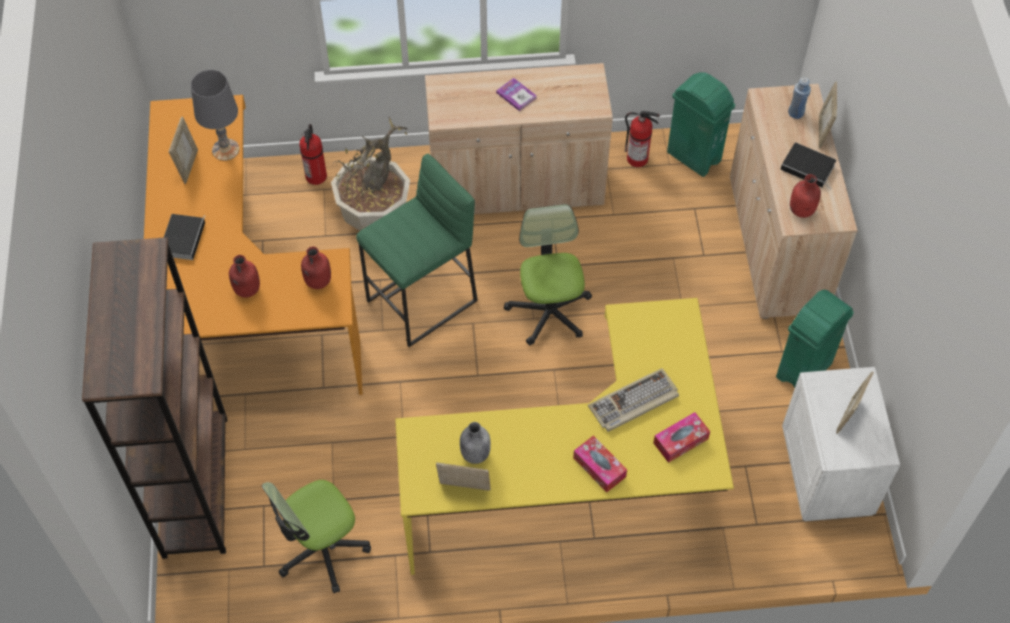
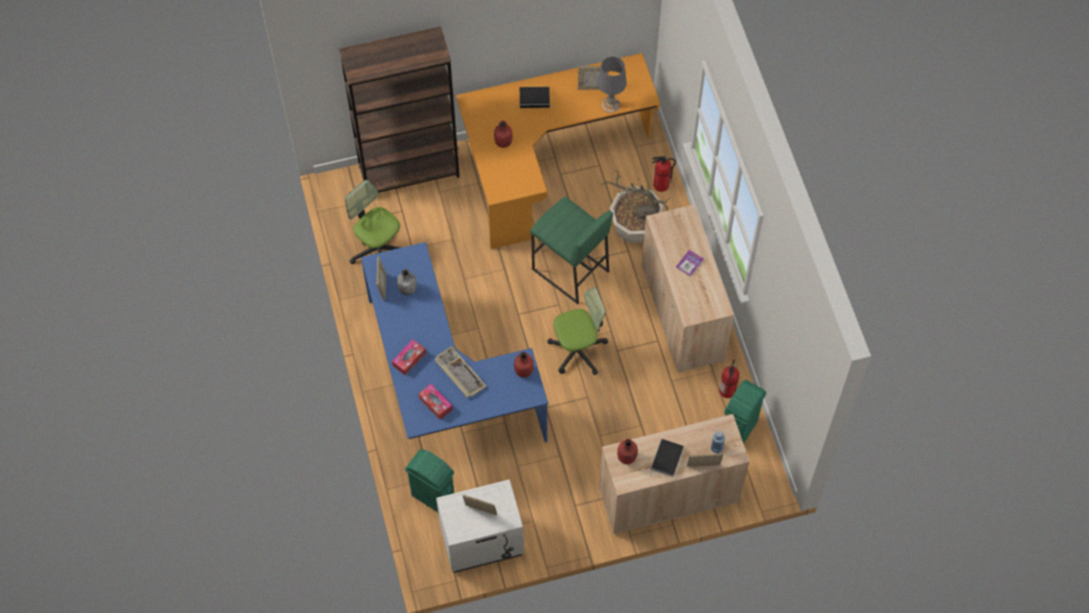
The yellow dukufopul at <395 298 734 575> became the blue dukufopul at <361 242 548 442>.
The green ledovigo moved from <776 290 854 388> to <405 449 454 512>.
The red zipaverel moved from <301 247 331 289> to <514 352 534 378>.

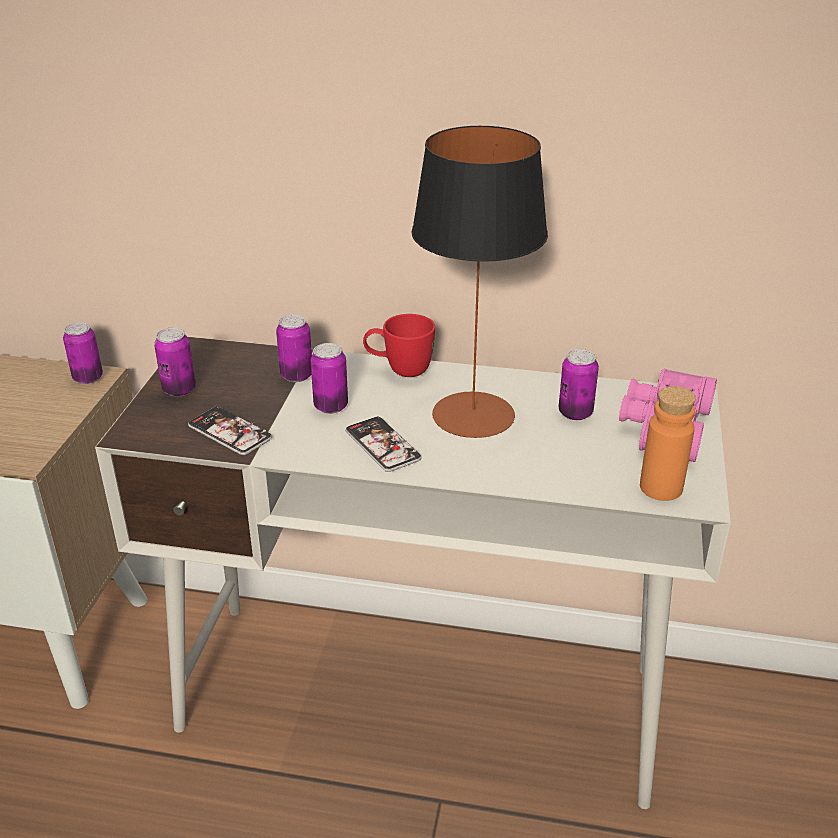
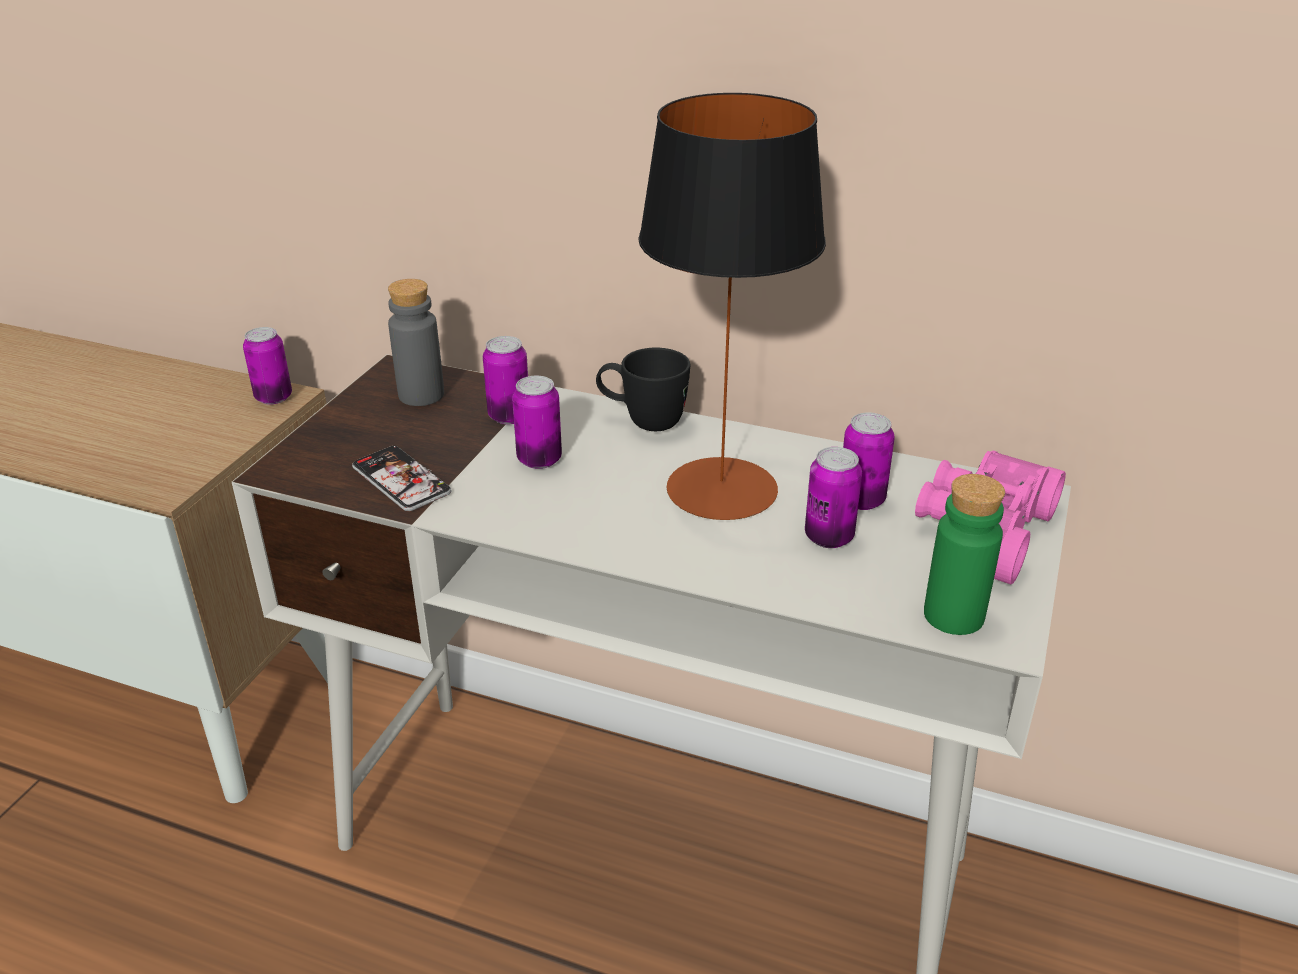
The grey zipaverel at <388 279 444 406> appeared.
The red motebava at <363 314 435 377> became the black motebava at <596 348 690 431>.
The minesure moved from <154 327 196 397> to <805 447 862 548>.
The orange zipaverel at <640 386 696 501> became the green zipaverel at <924 474 1005 635>.
The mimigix at <346 416 422 472> disappeared.

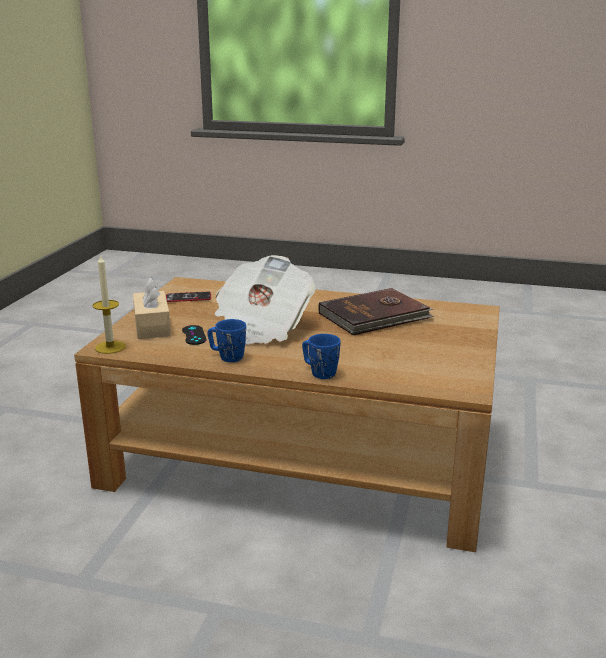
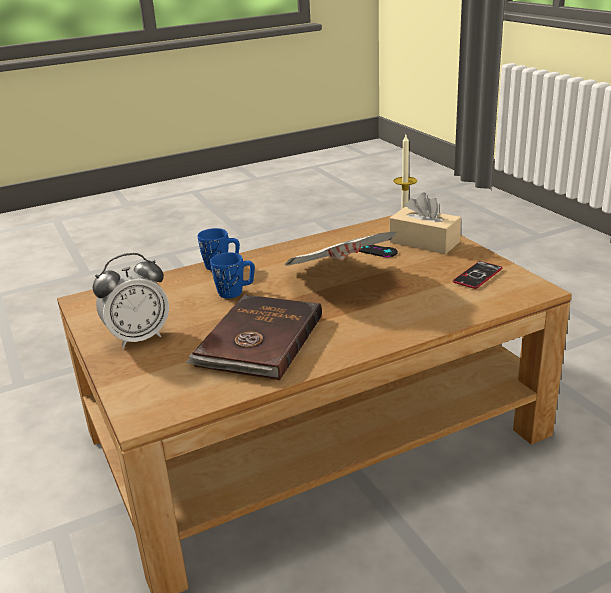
The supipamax at <92 253 169 348> appeared.
The blue motebava moved from <207 319 246 362> to <210 252 255 299>.

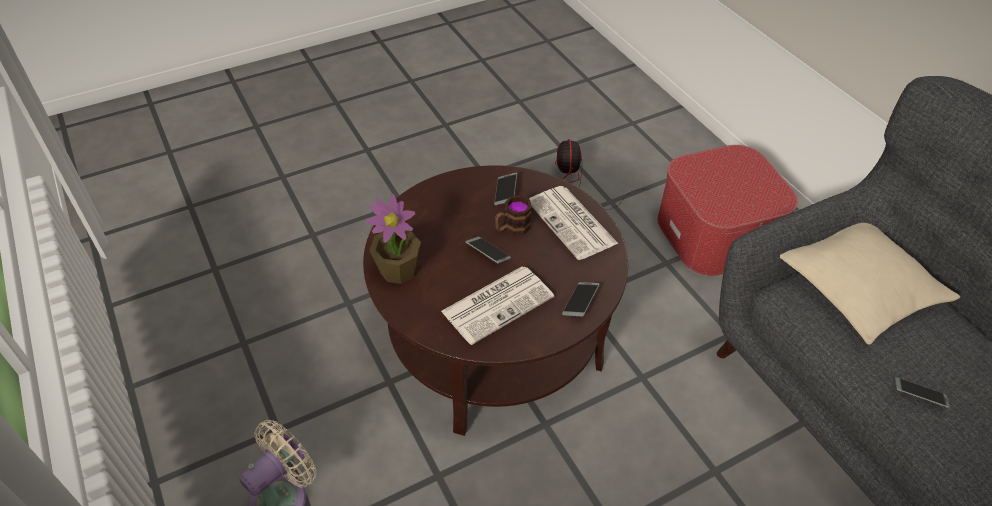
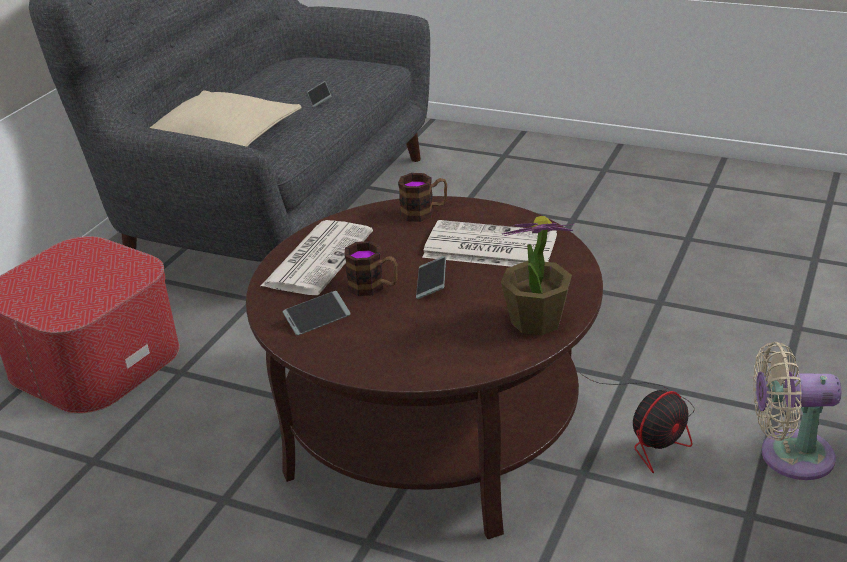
The mimigix at <562 282 600 316> was replaced by the motebava at <398 173 447 222>.
The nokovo moved from <555 139 640 209> to <580 373 695 473>.

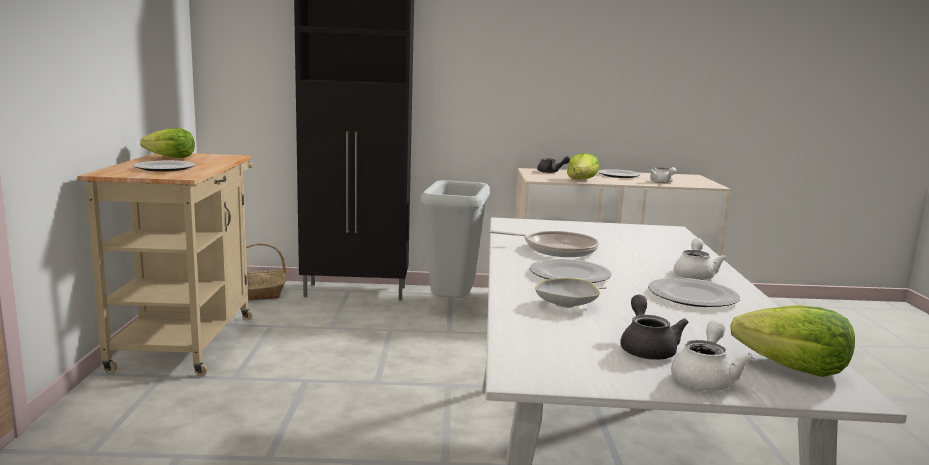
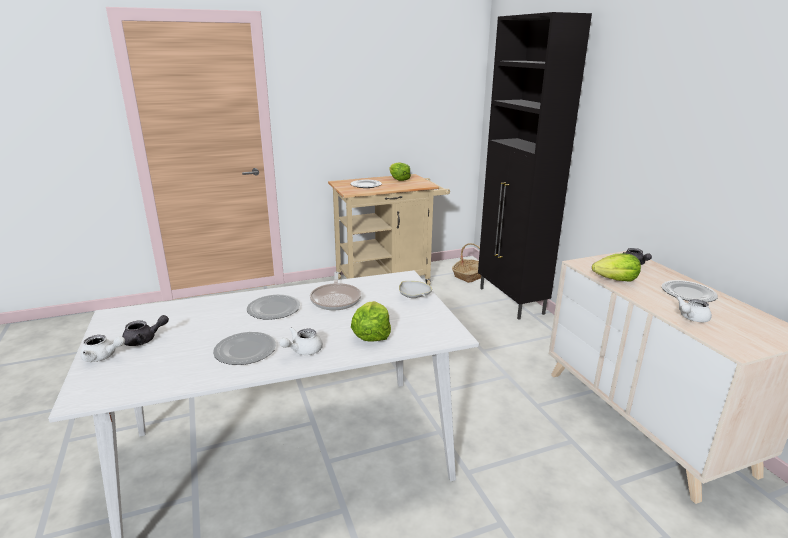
The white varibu at <674 238 727 280> turned 135 degrees clockwise.
The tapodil moved from <730 305 855 377> to <351 301 391 342>.
The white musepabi moved from <535 278 607 308> to <399 281 432 298>.
The grey ledovigo at <421 180 490 298> disappeared.

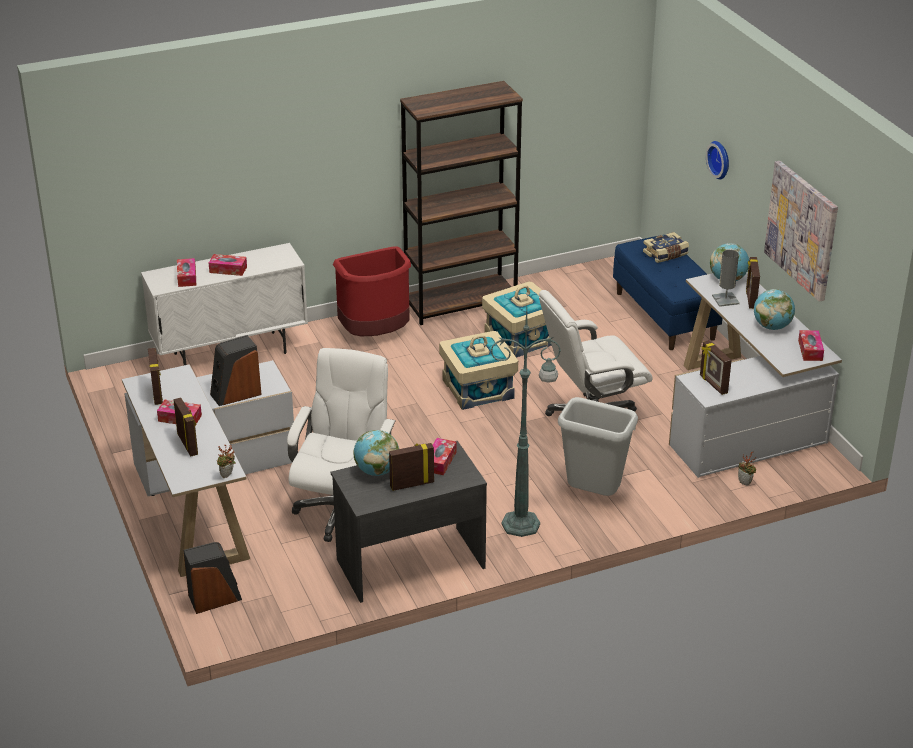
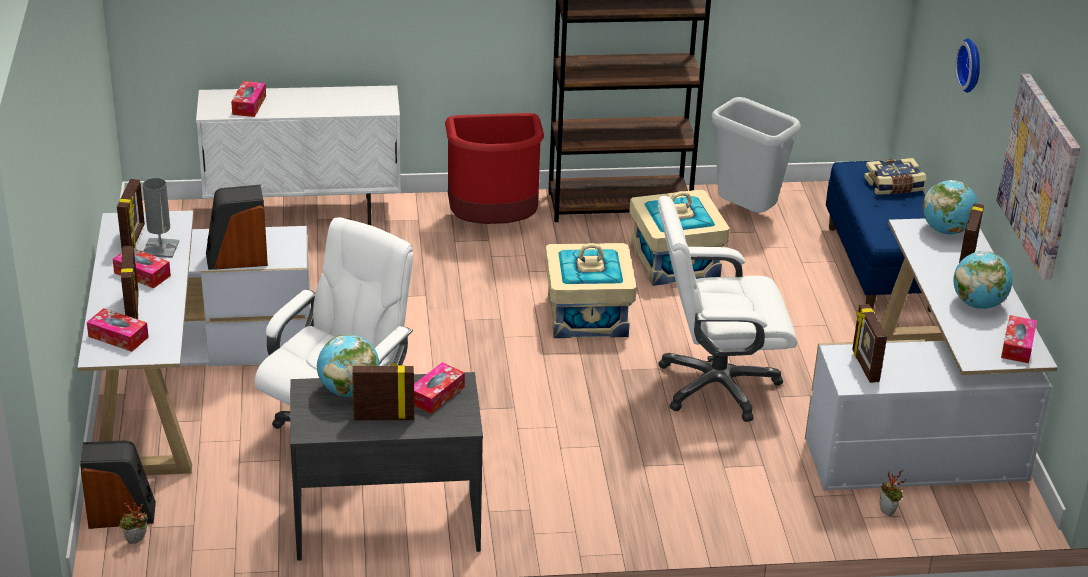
The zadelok moved from <209 254 247 276> to <87 308 149 352>.
The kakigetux moved from <217 445 235 478> to <119 502 148 544>.
The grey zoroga moved from <712 250 740 307> to <143 178 179 258>.
The grey ledovigo moved from <558 397 638 496> to <711 97 801 213>.
The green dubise at <490 309 561 537> disappeared.

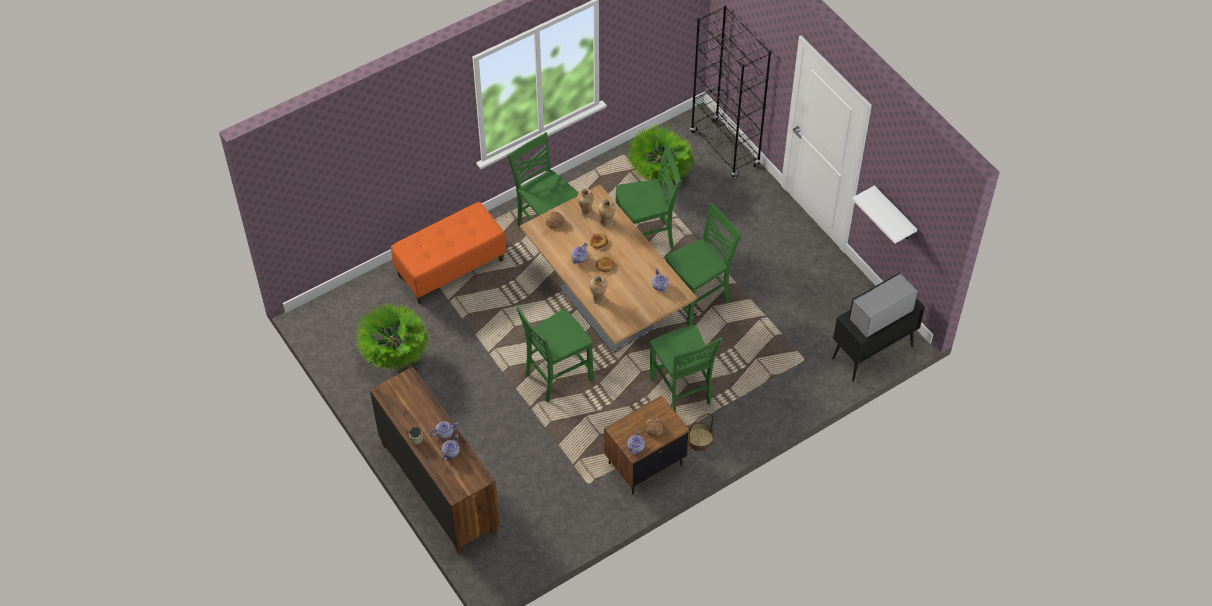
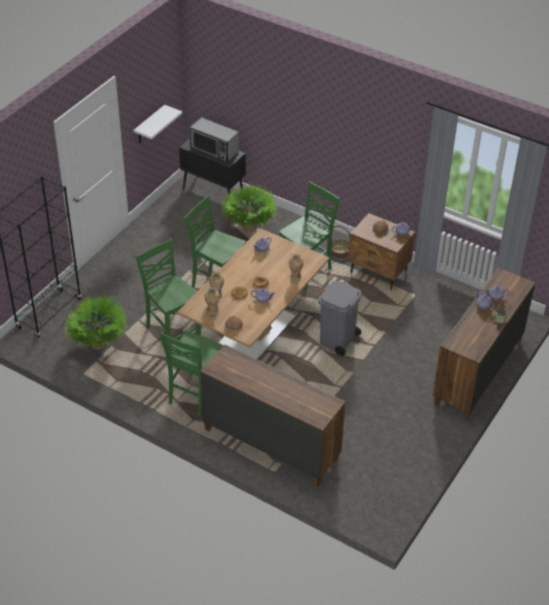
The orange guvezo at <391 202 506 304> was replaced by the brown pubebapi at <200 345 346 487>.
The kakigetux moved from <355 303 431 372> to <221 183 279 232>.
The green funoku at <516 305 594 402> was replaced by the grey ledovigo at <318 281 361 356>.

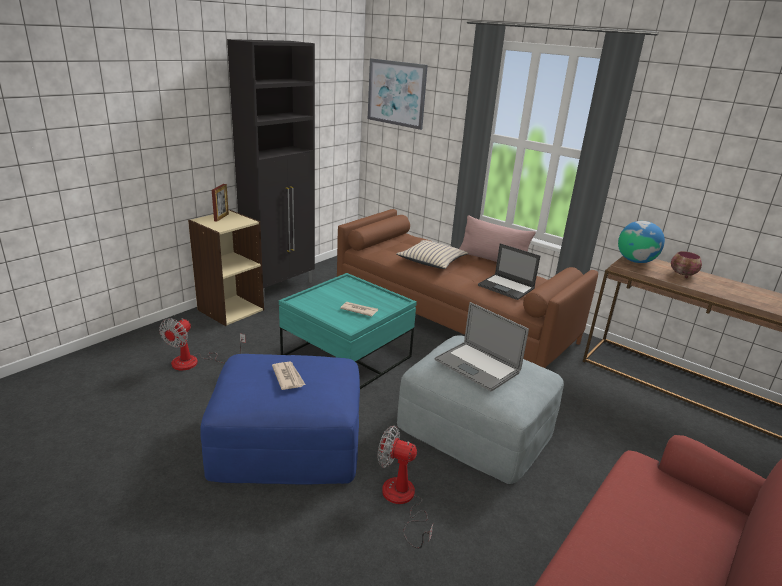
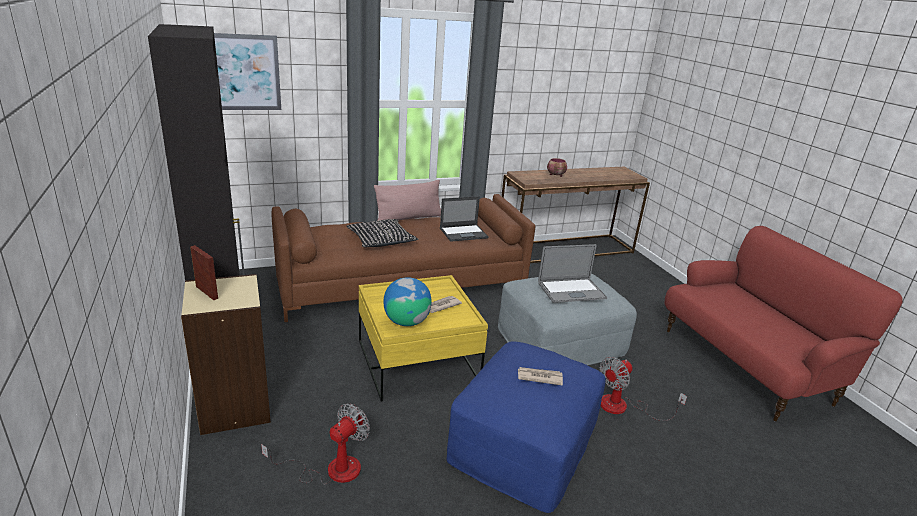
The nokovo at <159 318 246 370> turned 105 degrees counterclockwise.
The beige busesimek at <396 240 469 269> became the black busesimek at <346 219 418 247>.
The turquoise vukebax at <279 273 417 389> became the yellow vukebax at <359 275 488 402>.
The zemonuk moved from <618 221 665 263> to <383 277 432 326>.

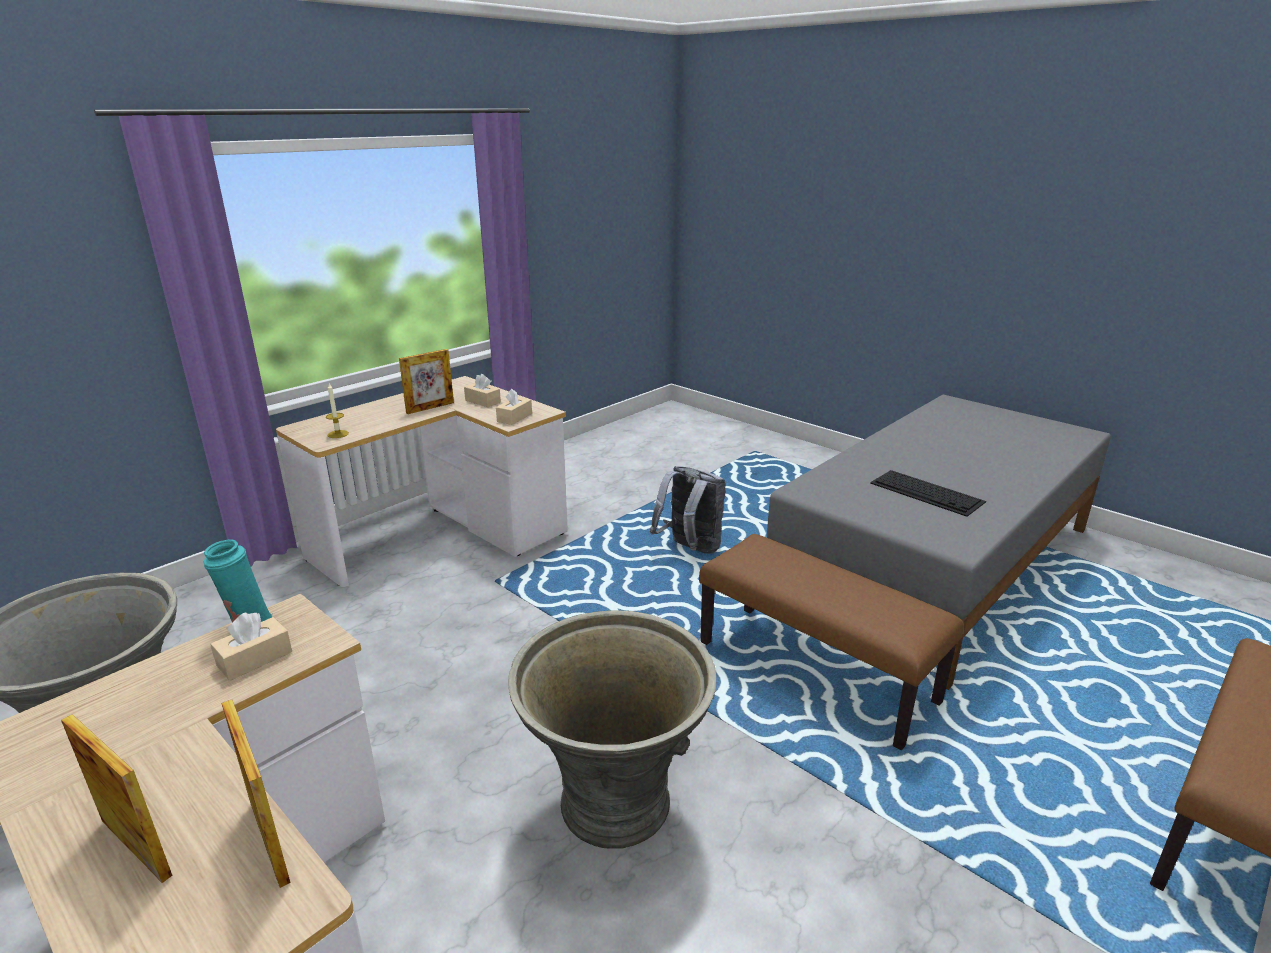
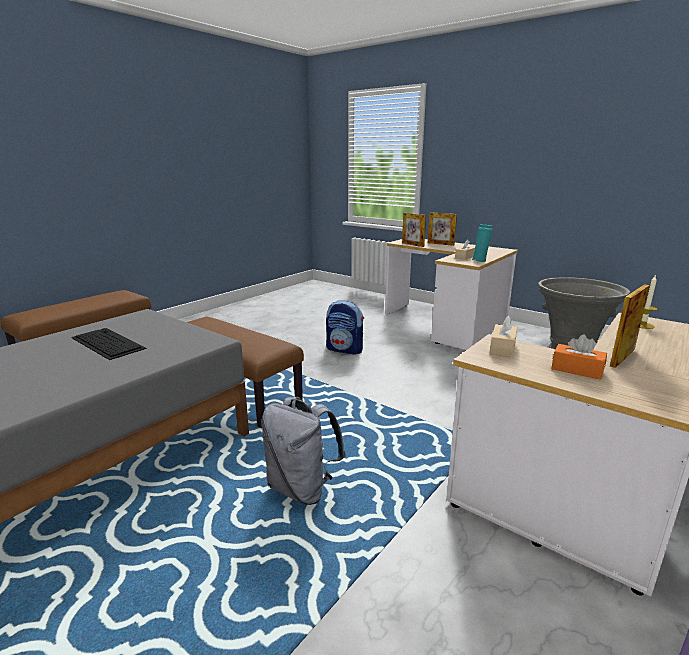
The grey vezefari at <508 610 716 849> was replaced by the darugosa at <326 300 364 355>.
The beige zadelok at <464 374 501 407> became the orange zadelok at <551 335 607 380>.

